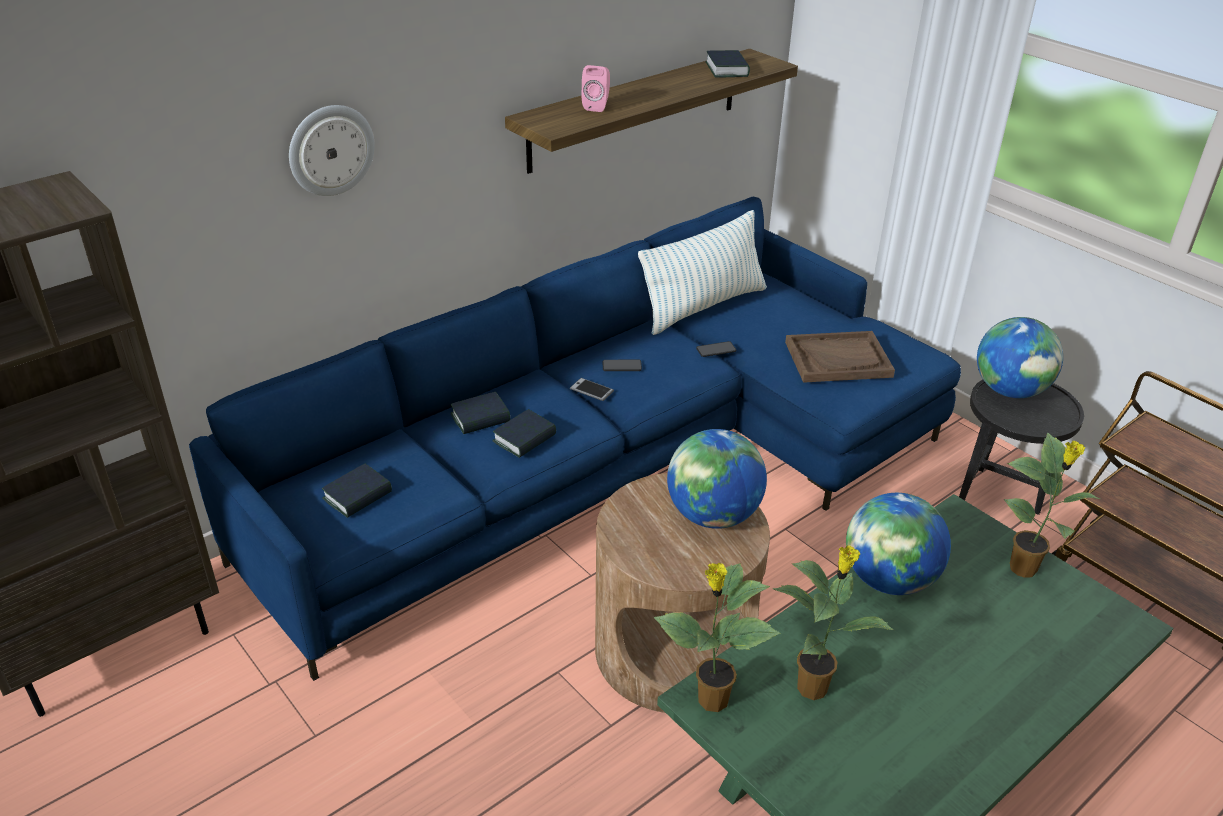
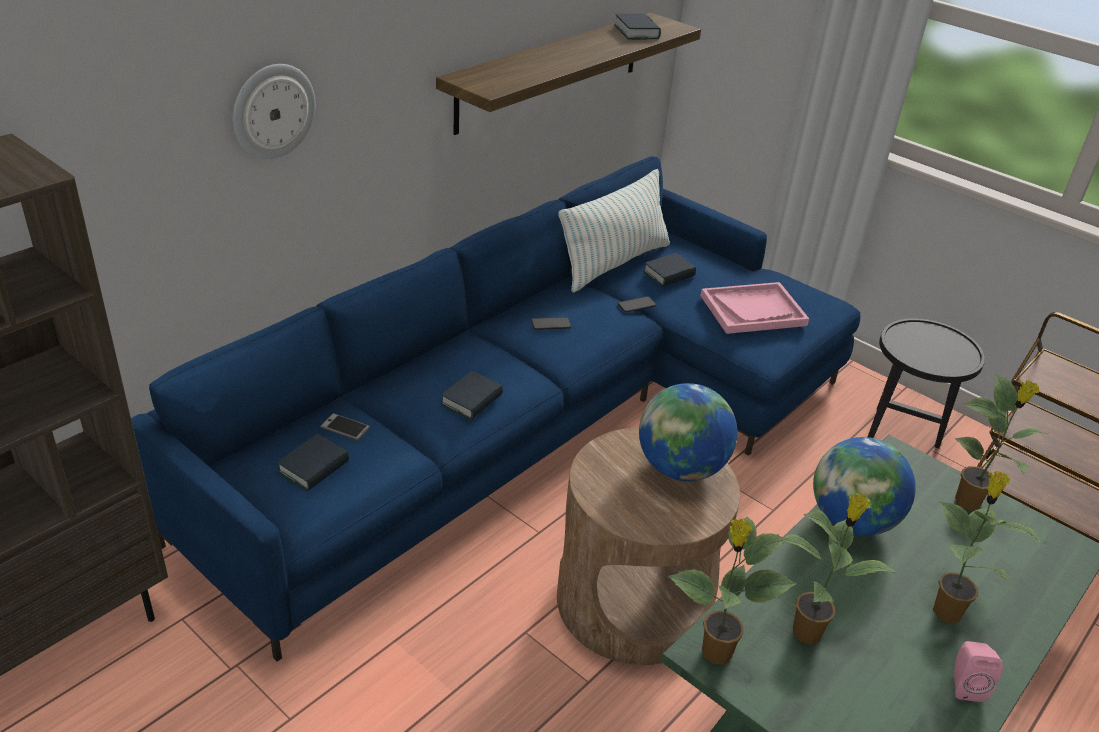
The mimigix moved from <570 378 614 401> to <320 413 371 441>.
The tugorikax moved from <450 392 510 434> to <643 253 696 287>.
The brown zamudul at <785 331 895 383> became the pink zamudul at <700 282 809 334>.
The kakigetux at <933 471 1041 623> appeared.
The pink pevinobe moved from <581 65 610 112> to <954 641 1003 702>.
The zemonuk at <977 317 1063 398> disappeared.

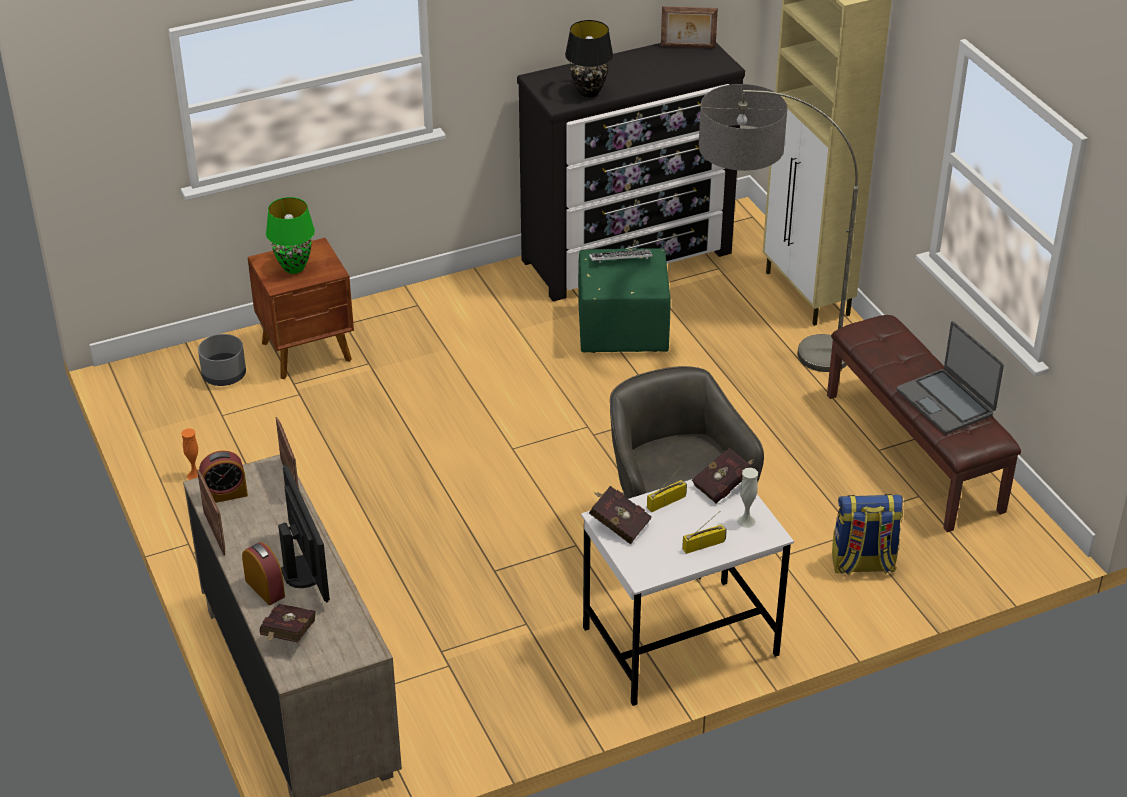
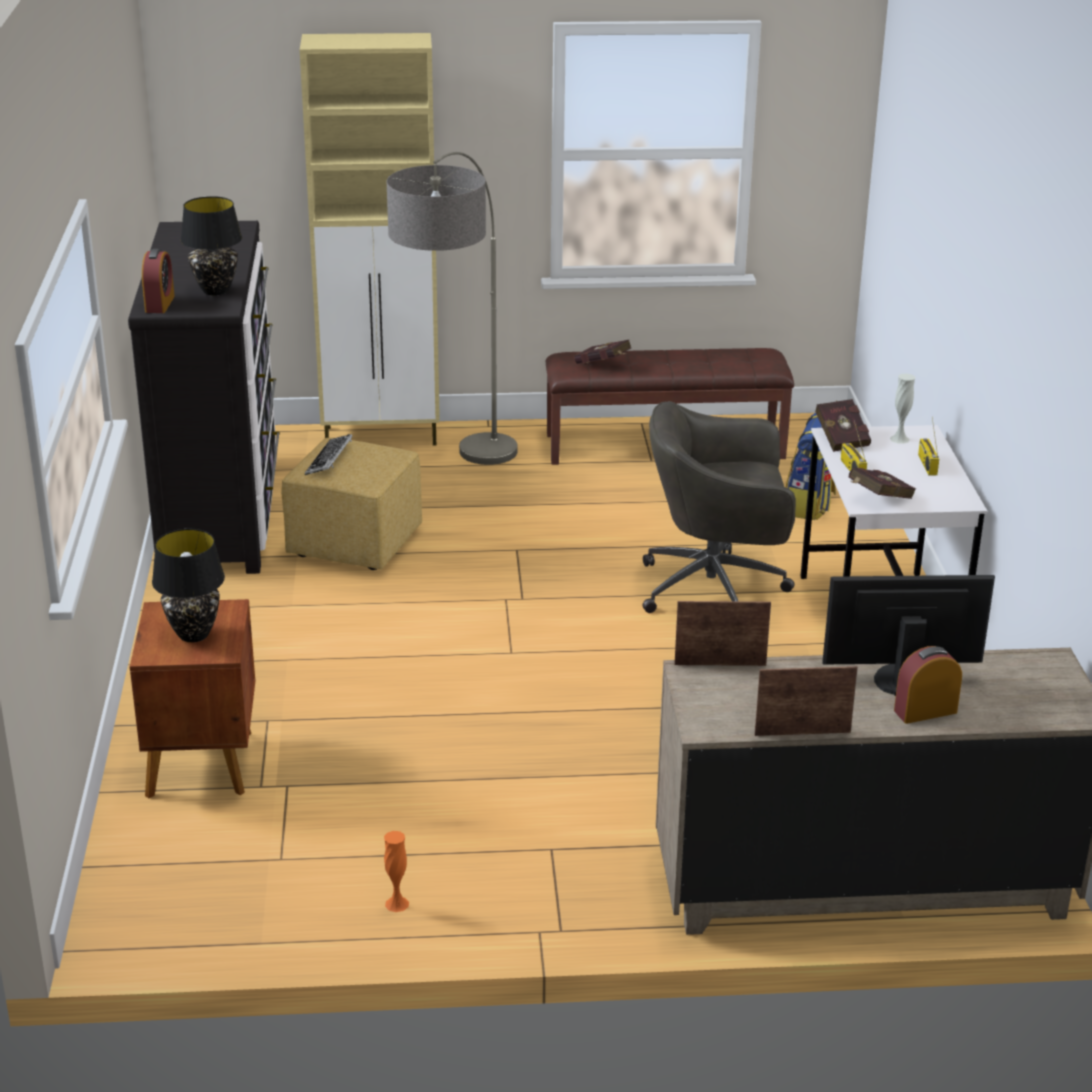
The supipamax moved from <199 450 248 503> to <142 249 175 313>.
The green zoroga at <266 197 315 274> became the black zoroga at <152 529 225 642>.
The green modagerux at <578 248 671 353> became the yellow modagerux at <281 438 422 570>.
The red tugorikax moved from <260 604 316 643> to <574 340 632 364>.
The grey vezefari at <198 334 246 386> disappeared.
The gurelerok at <661 6 718 48> disappeared.
The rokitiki at <897 321 1004 434> disappeared.

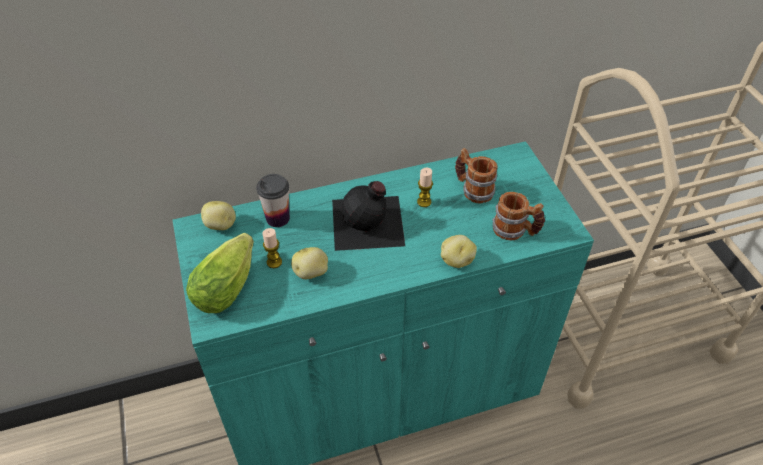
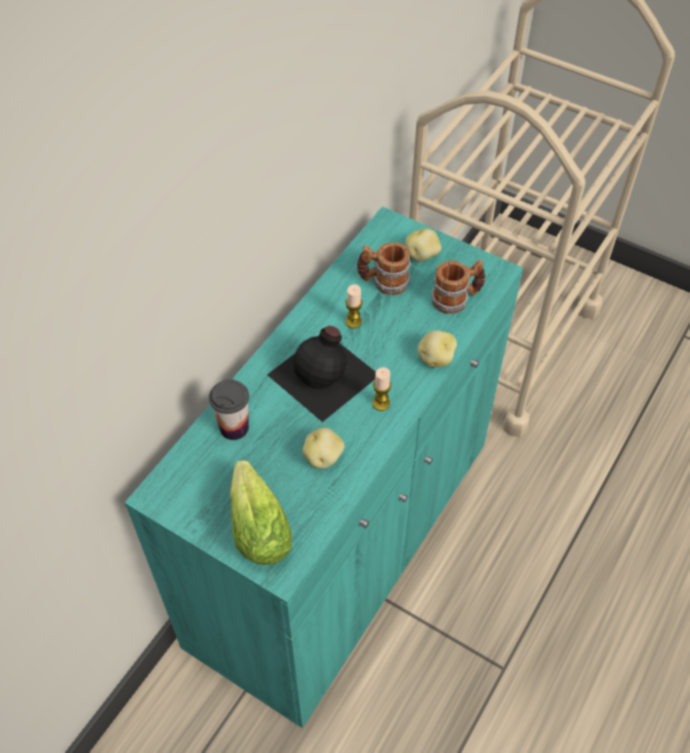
The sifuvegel moved from <262 228 282 268> to <372 367 391 411>.
The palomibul moved from <201 201 236 230> to <405 229 441 262>.

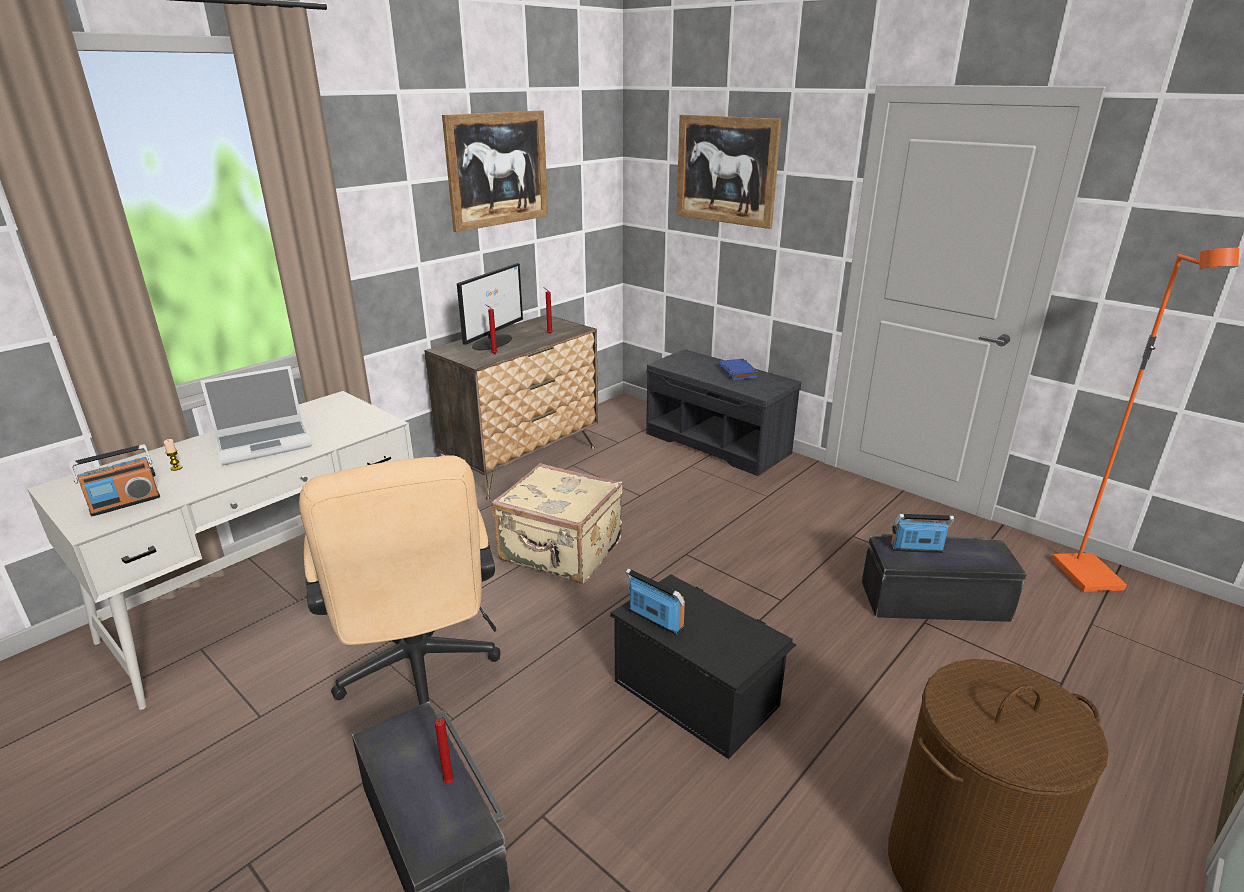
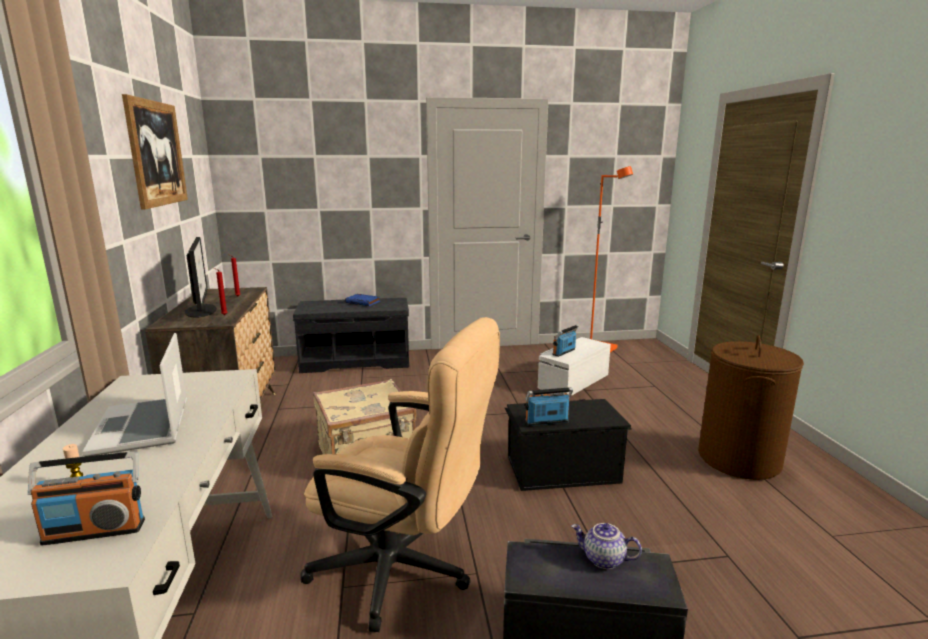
The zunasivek at <69 444 160 516> turned 75 degrees clockwise.
The rokitiki at <200 366 313 465> turned 150 degrees clockwise.
The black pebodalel at <862 534 1027 622> became the white pebodalel at <538 337 611 396>.
The red sifuvegel at <435 718 454 783> was replaced by the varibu at <571 523 642 569>.
The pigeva at <676 115 782 229> disappeared.

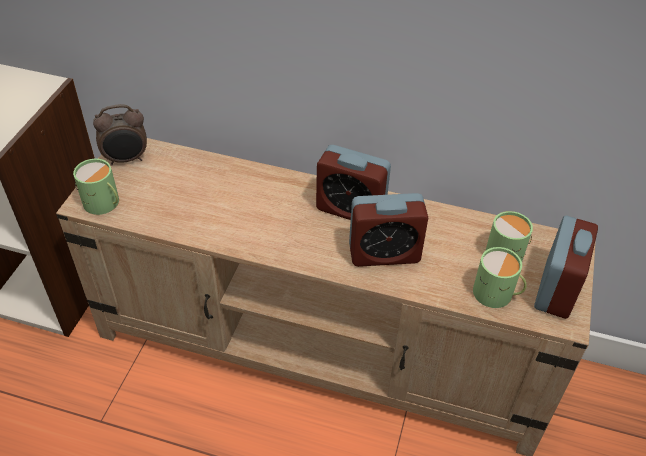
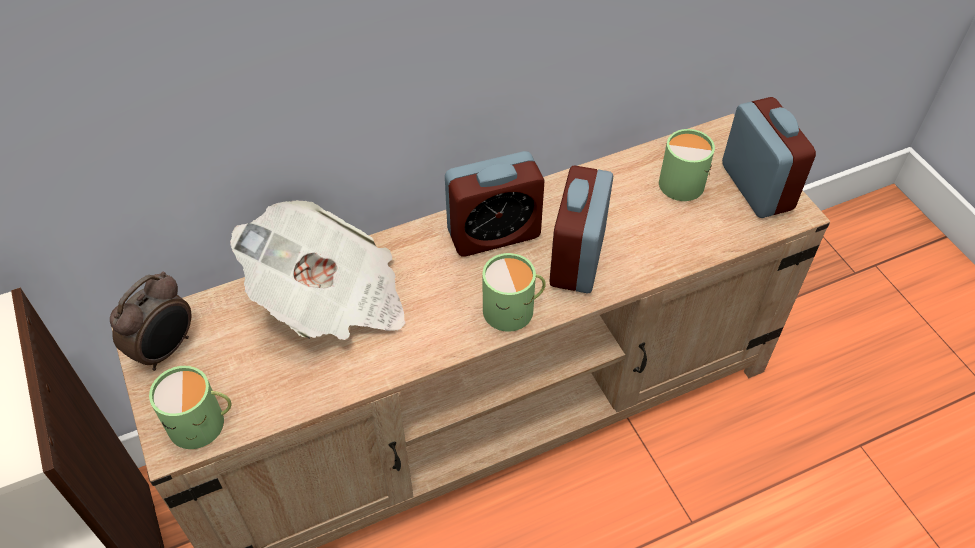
The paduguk at <230 200 406 340> appeared.
The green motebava moved from <473 247 527 308> to <482 253 546 332>.
The supipamax at <349 193 428 267> turned 150 degrees clockwise.

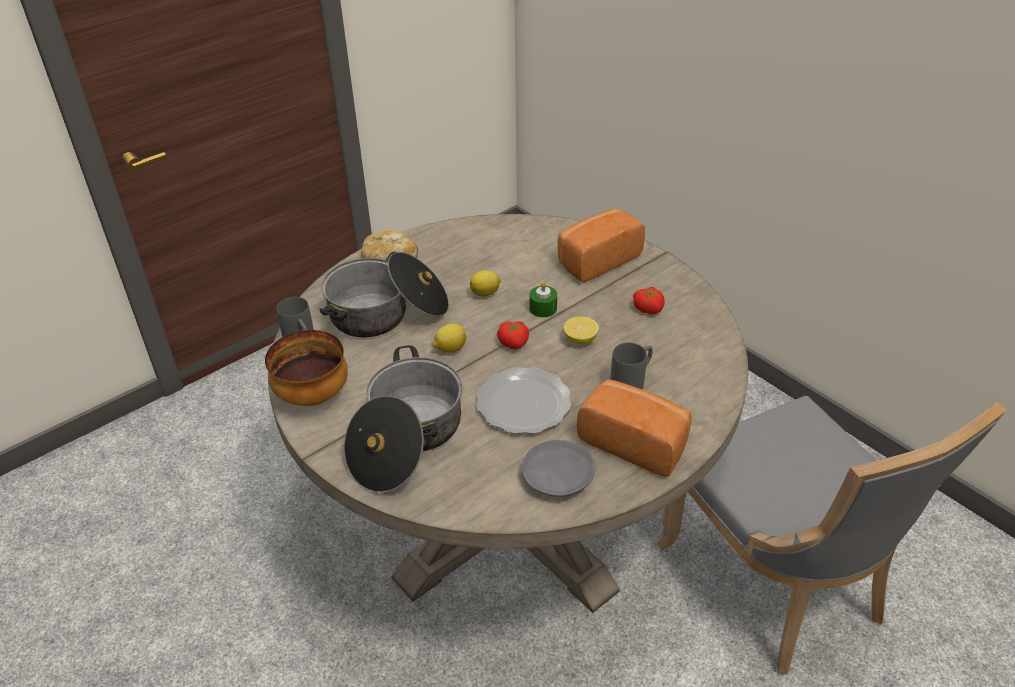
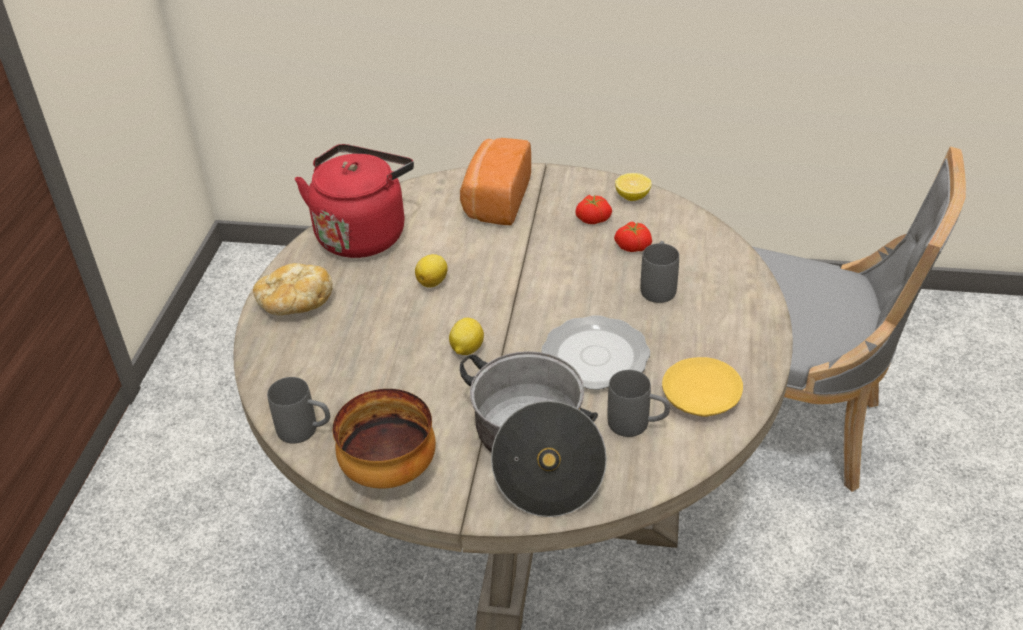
The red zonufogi at <295 144 414 258> appeared.
The grey motebava at <608 370 670 437> appeared.
The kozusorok moved from <497 321 529 349> to <614 221 652 252>.
The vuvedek moved from <564 316 599 345> to <615 173 651 201>.
The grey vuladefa at <522 440 596 497> became the yellow vuladefa at <662 357 743 417>.
The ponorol at <319 252 449 337> disappeared.
The green sifuvegel at <529 282 557 317> disappeared.
The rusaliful at <577 379 692 477> disappeared.

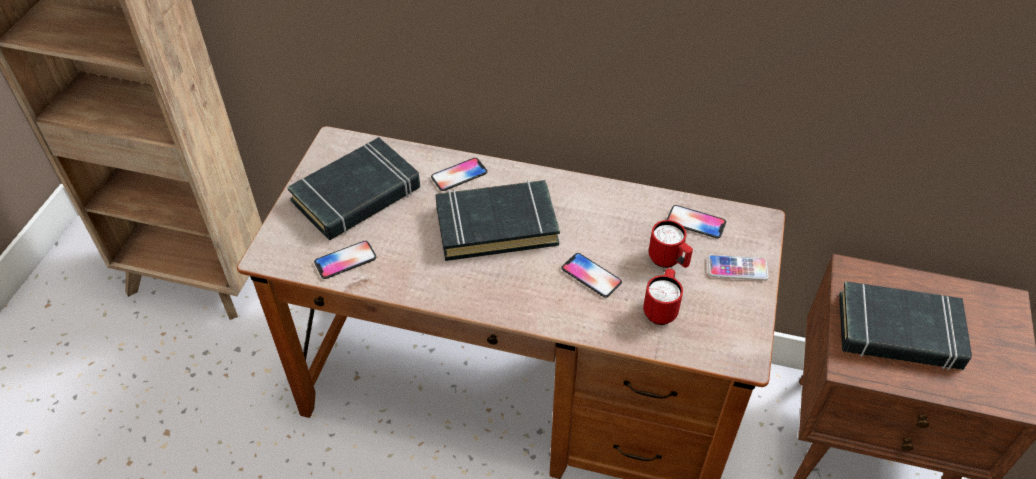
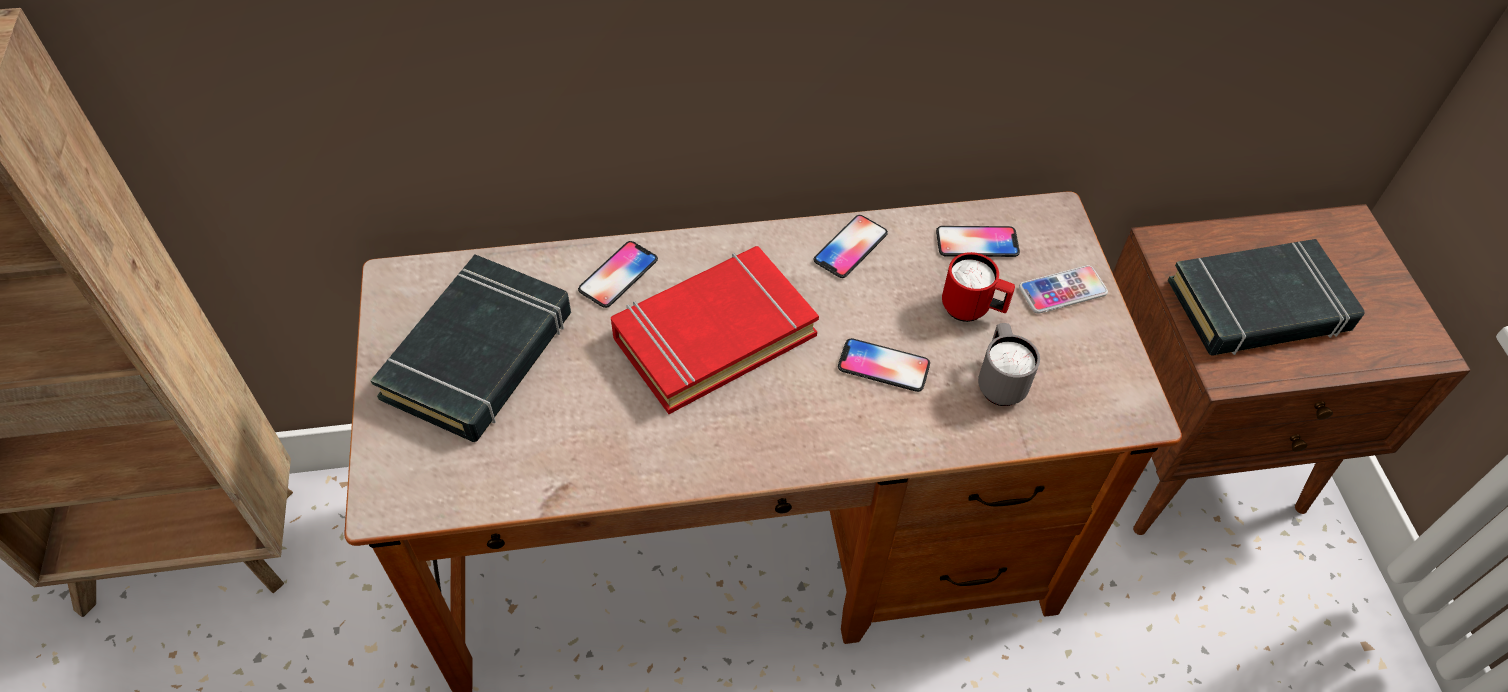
The black tugorikax at <435 180 560 261> became the red tugorikax at <611 246 819 414>.
The mimigix moved from <314 241 376 279> to <813 215 888 278>.
The red motebava at <643 269 683 325> became the grey motebava at <978 323 1040 406>.

